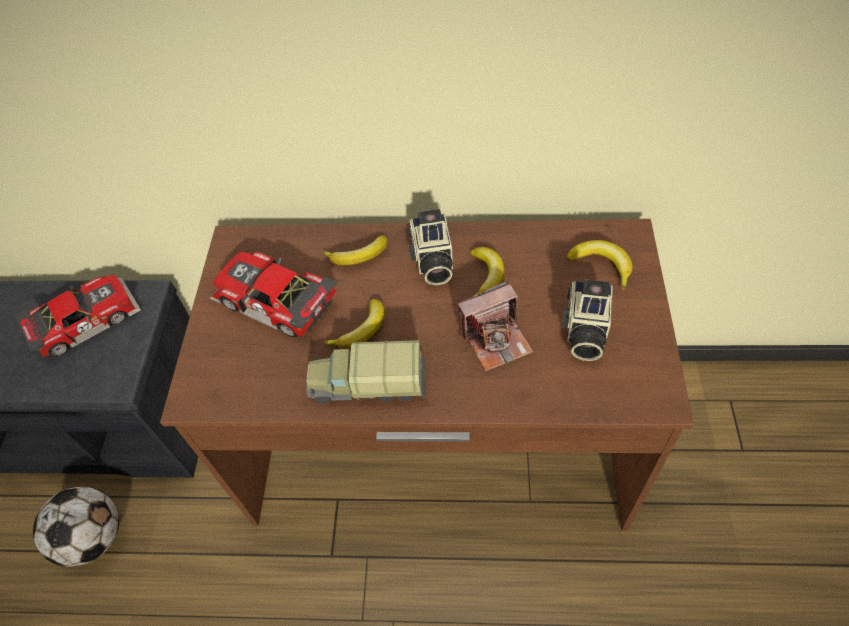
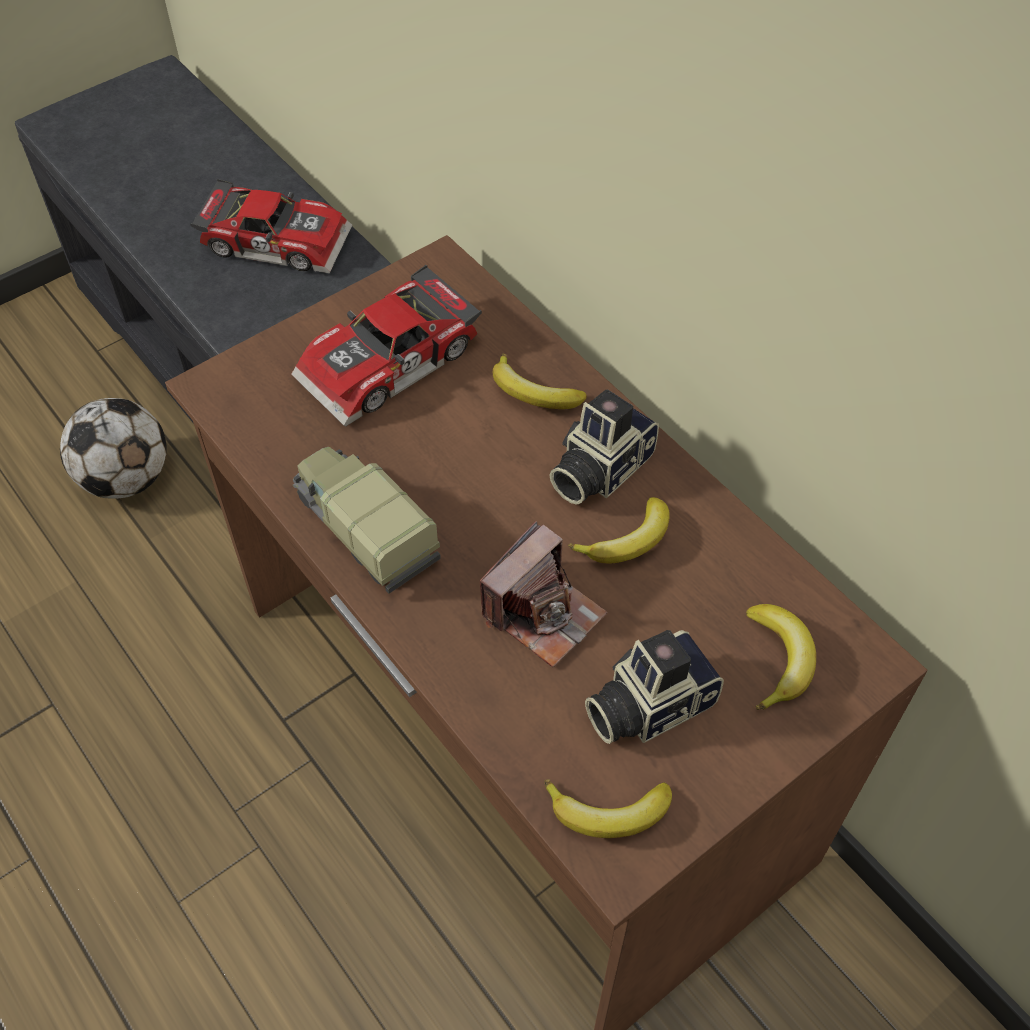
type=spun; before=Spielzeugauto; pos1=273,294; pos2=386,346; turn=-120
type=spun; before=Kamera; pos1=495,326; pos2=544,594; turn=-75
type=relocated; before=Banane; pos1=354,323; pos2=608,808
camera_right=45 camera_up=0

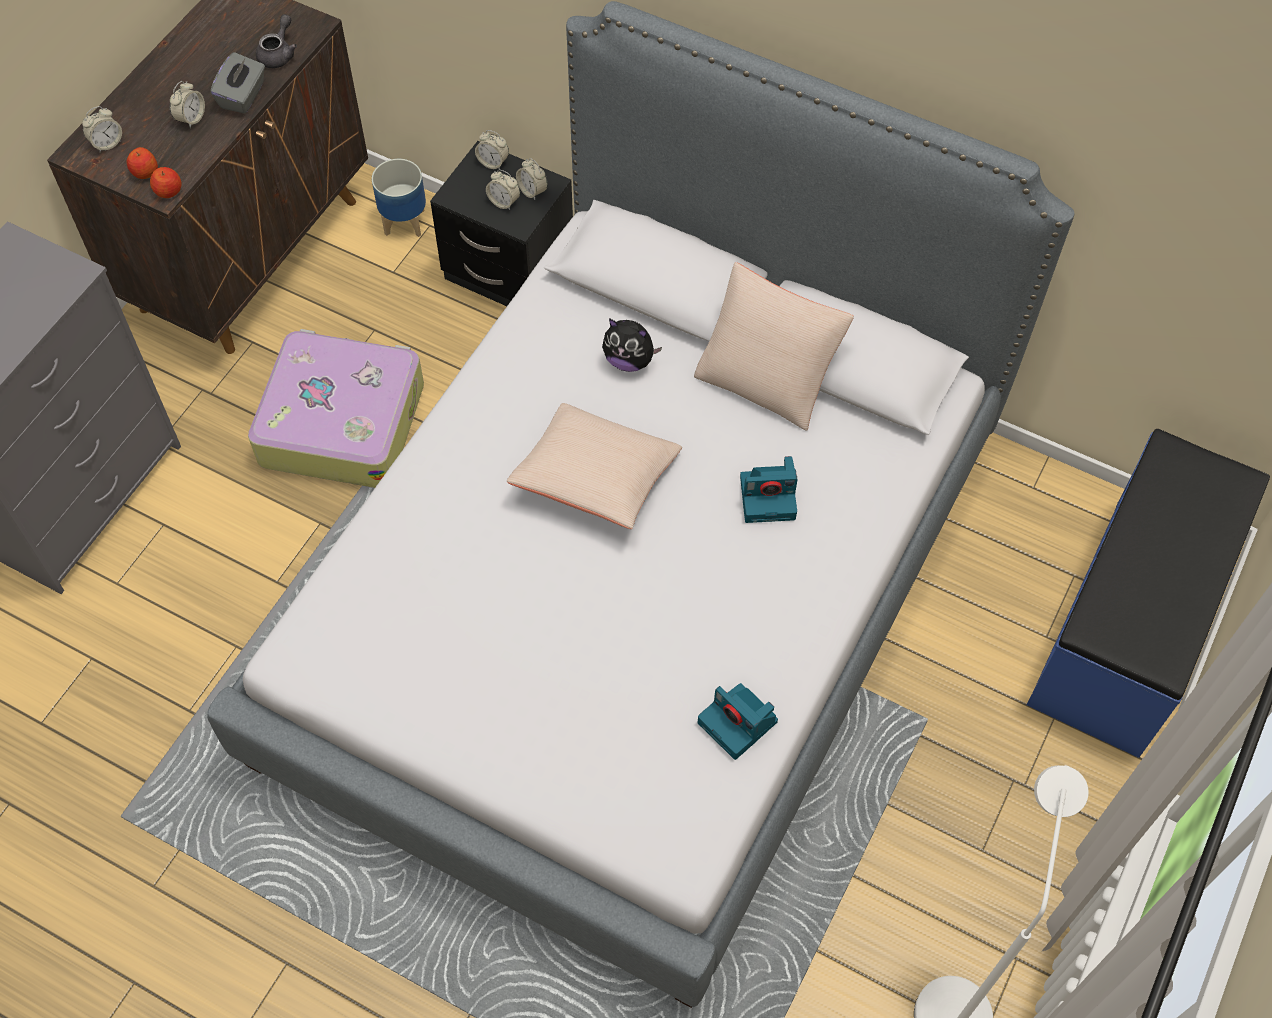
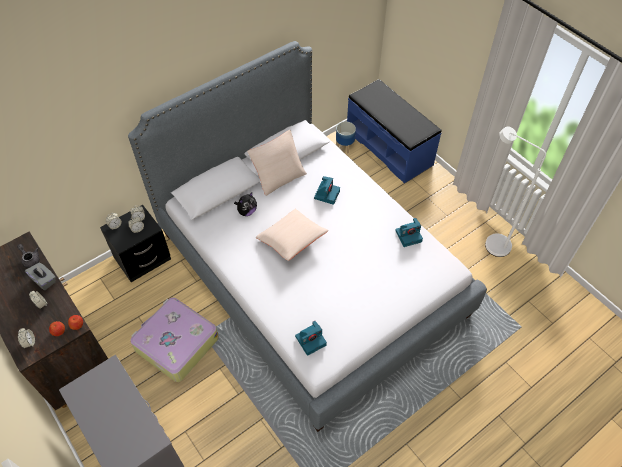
type=relocated; before=Pflanzkübel; pos1=399,198; pos2=346,137
type=appeared; after=Kamera; pos2=311,338
camera_right=-65 camera_up=-5

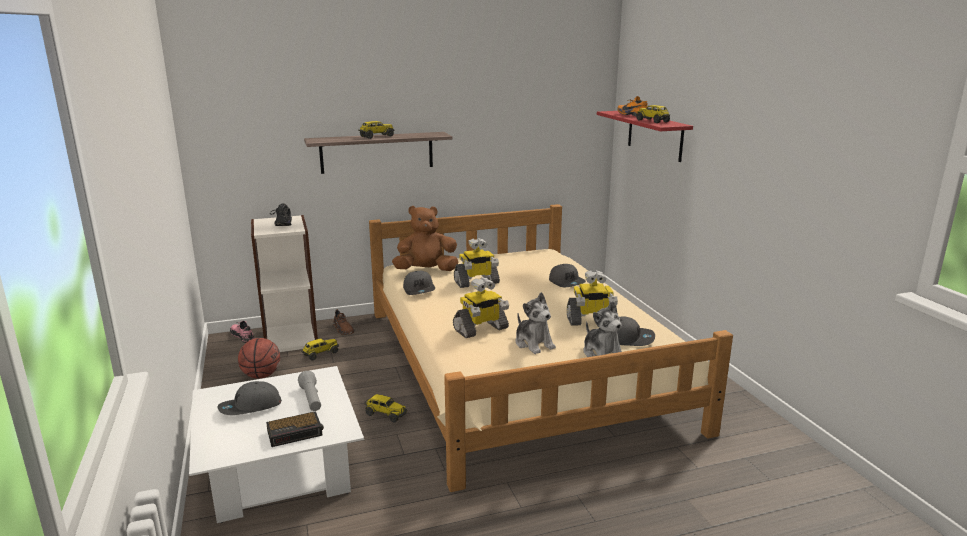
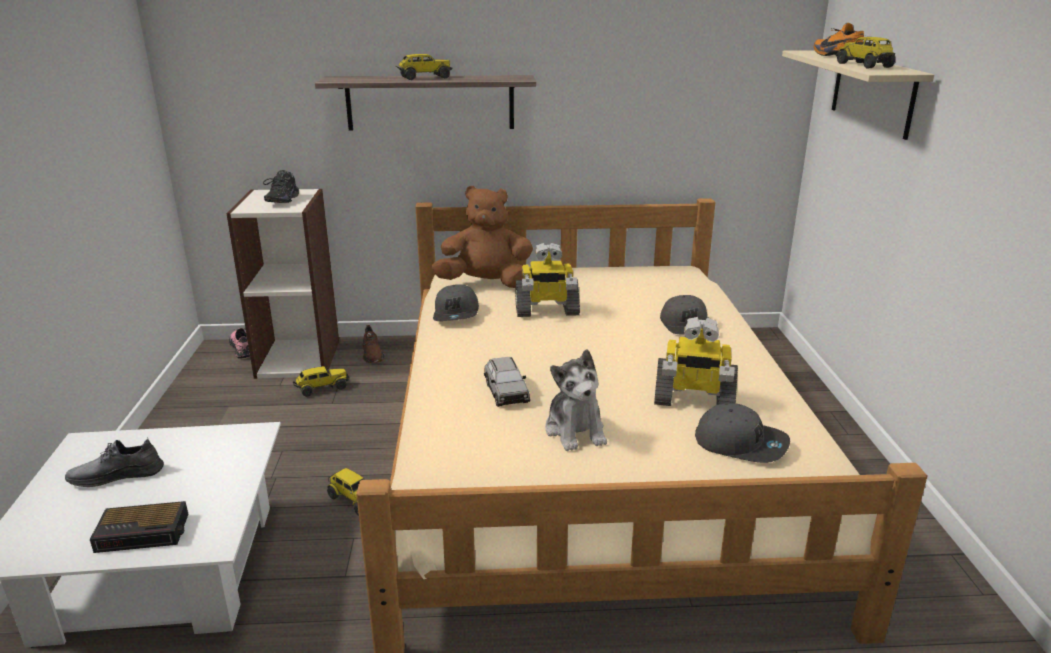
type=colour; before=Wandregal/rot; after=Wandregal/beige; pos1=645,136; pos2=858,95
type=exchanged; before=Spielzeugroboter; after=Spielzeugauto/grau; pos1=481,307; pos2=507,382
type=missing; before=Plüschtier; pos1=602,329
type=missing; before=Basketball; pos1=259,358
type=missing; before=Taschenlampe/grau; pos1=309,391
type=exchanged; before=Kappe/grau; after=Schuh/grau; pos1=250,398; pos2=114,462
camera_right=15 camera_up=5

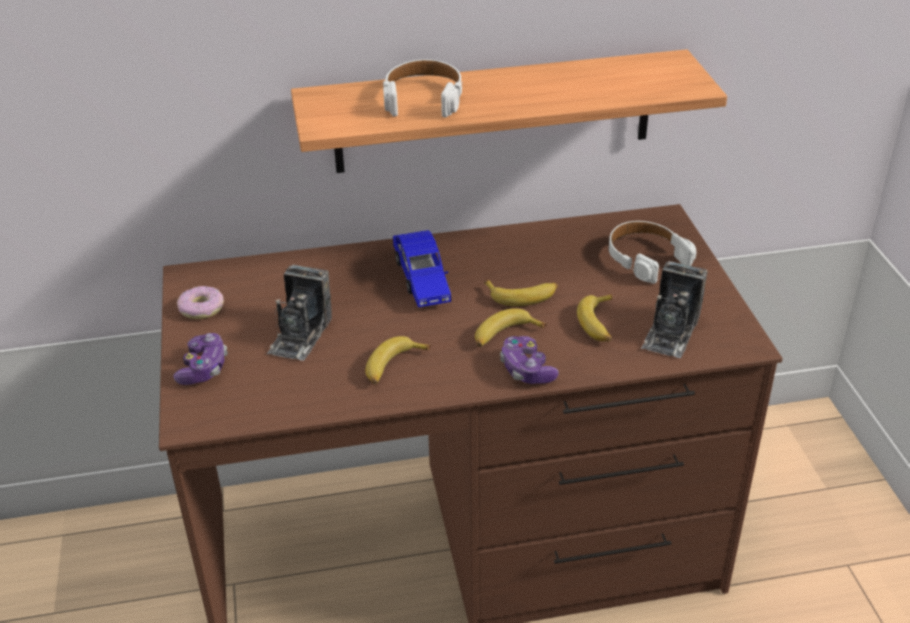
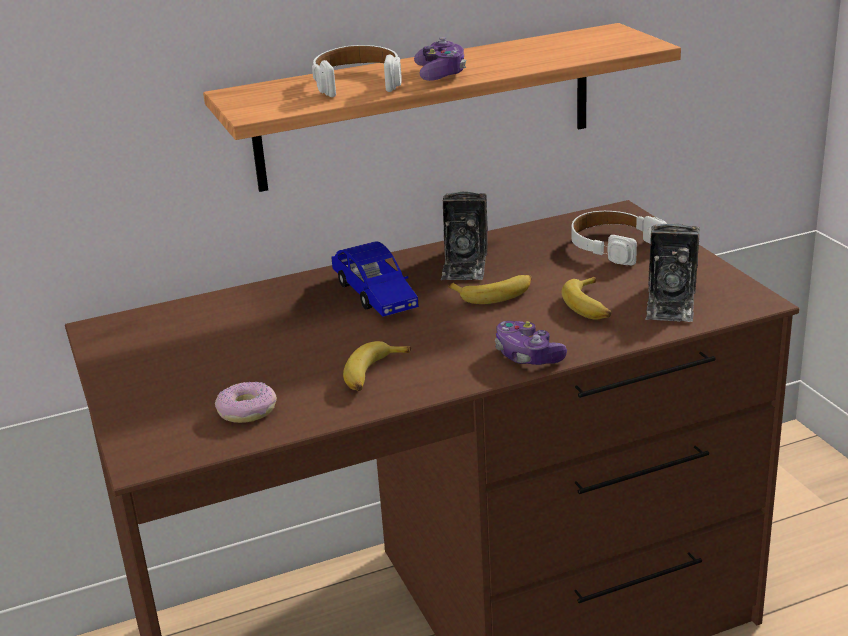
type=relocated; before=Kamera; pos1=299,313; pos2=464,236
type=relocated; before=Donut; pos1=200,302; pos2=246,402
type=missing; before=Banane; pos1=511,327
type=relocated; before=Gamepad; pos1=200,359; pos2=440,59
camera_right=-10 camera_up=-10

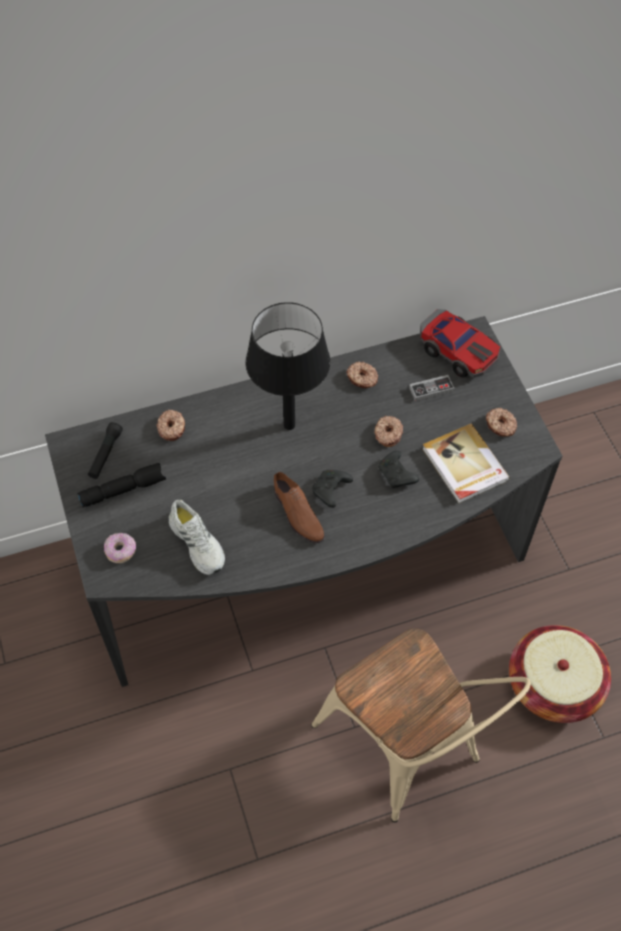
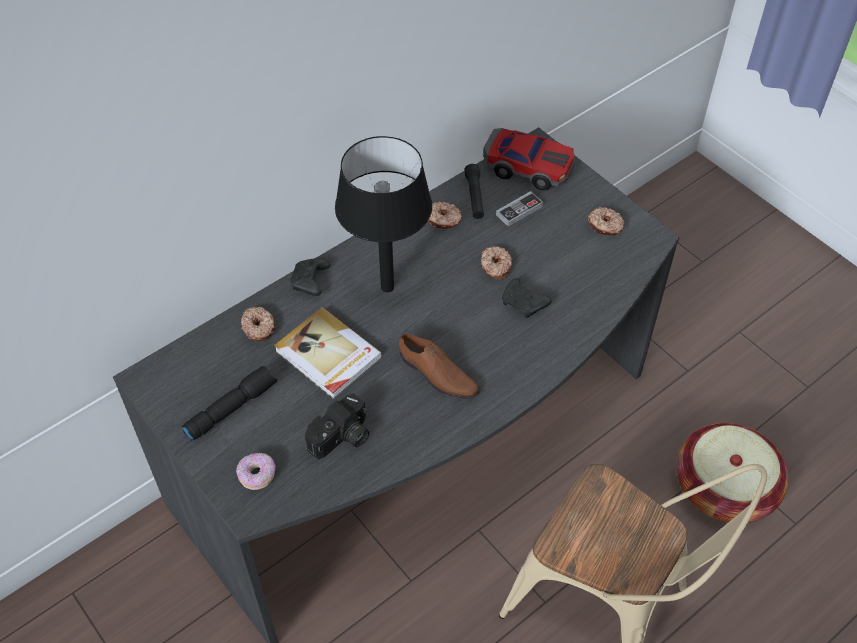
type=relocated; before=Taschenlampe/schwarz; pos1=105,450; pos2=474,191
type=relocated; before=Buch; pos1=466,464; pos2=328,353
type=relocated; before=Gamepad/schwarz; pos1=332,489; pos2=310,277
type=exchanged; before=Schuh/weiß; after=Kamera; pos1=196,537; pos2=337,426
camera_right=-20 camera_up=-5

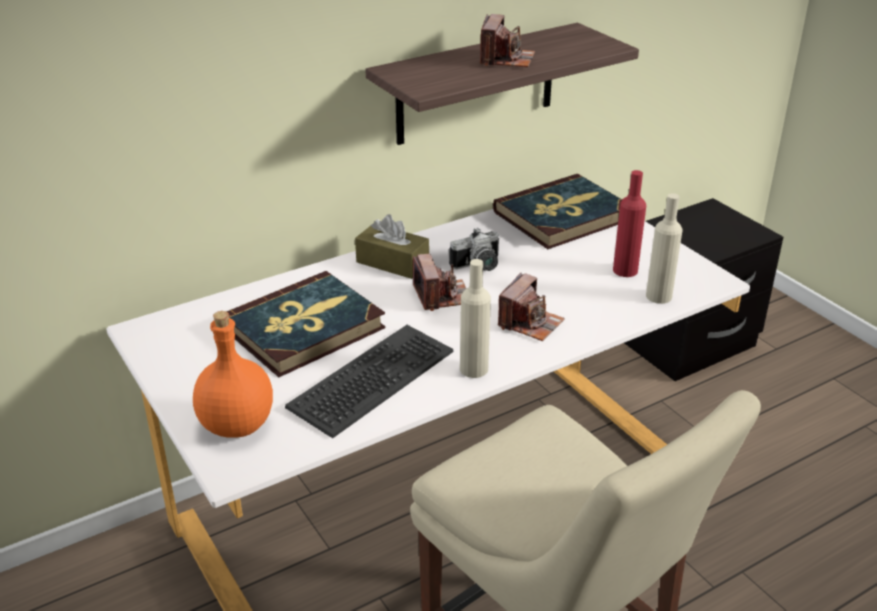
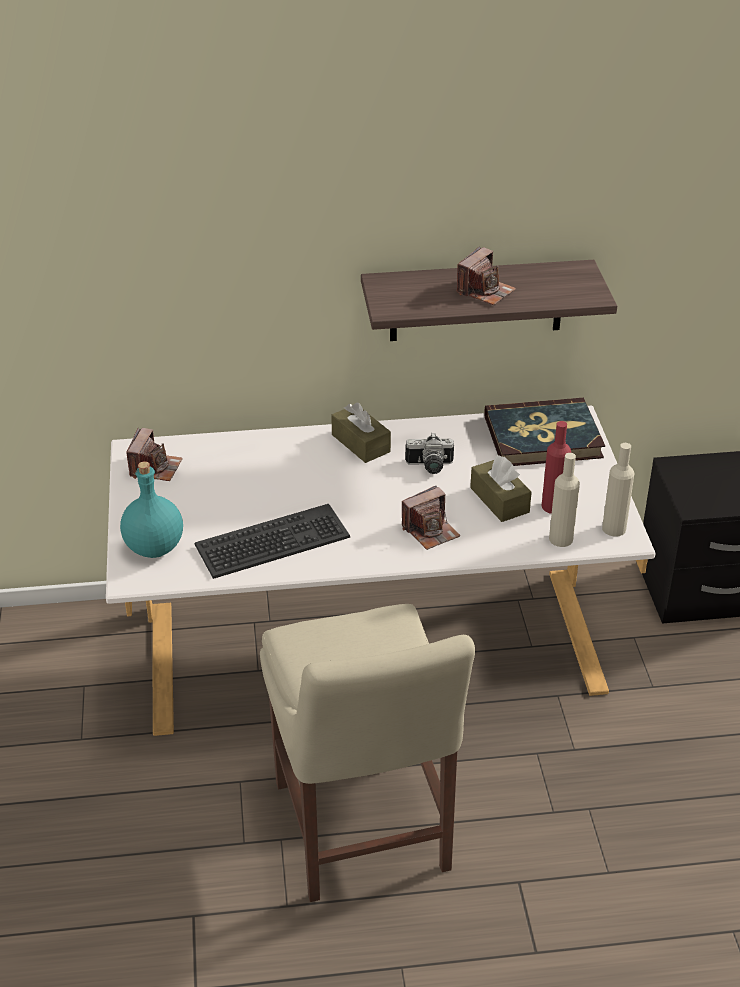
type=relocated; before=Kamera; pos1=440,282; pos2=154,454
type=relocated; before=Flasche/beige; pos1=475,318; pos2=618,490
type=missing; before=Buch; pos1=306,324
type=colour; before=Flasche/orange; after=Flasche/türkis; pos1=233,374; pos2=151,509
type=appeared; after=Taschentuchbox/braun; pos2=501,488
camera_right=25 camera_up=5

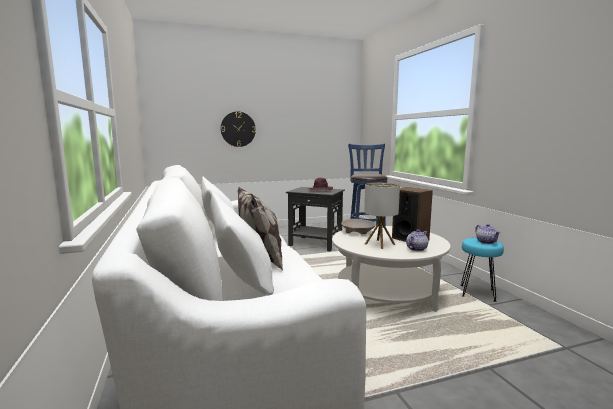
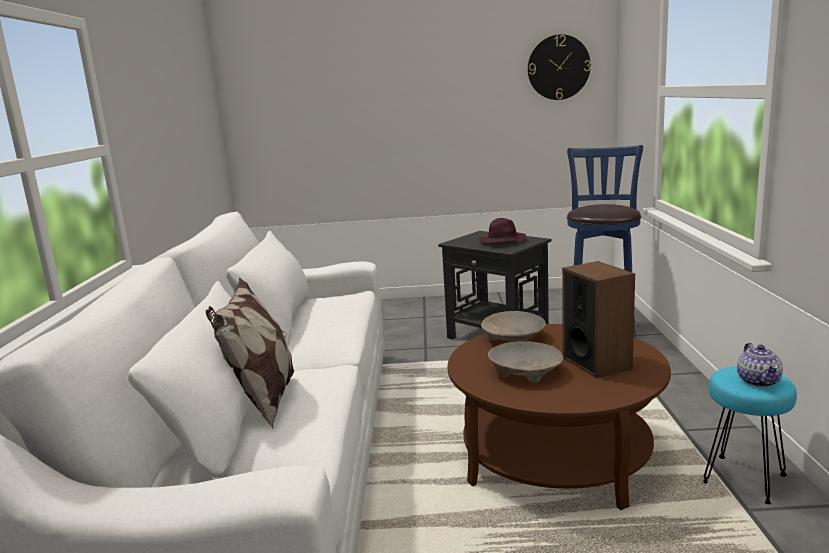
type=relocated; before=Wanduhr; pos1=238,129; pos2=559,67
type=exchanged; before=Tischlampe; after=Schüssel/beige; pos1=382,216; pos2=525,362
type=colour; before=Couchtisch/weiß; after=Couchtisch/braun; pos1=391,269; pos2=559,417
type=missing; before=Teekanne; pos1=417,240
camera_right=20 camera_up=5

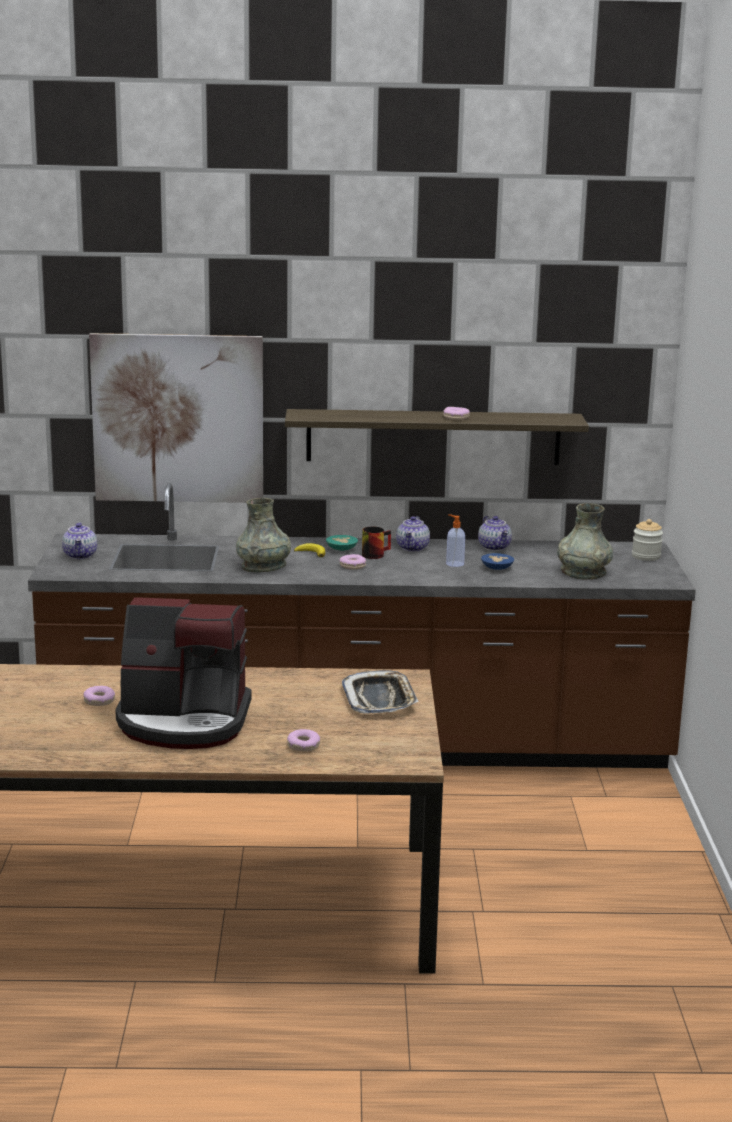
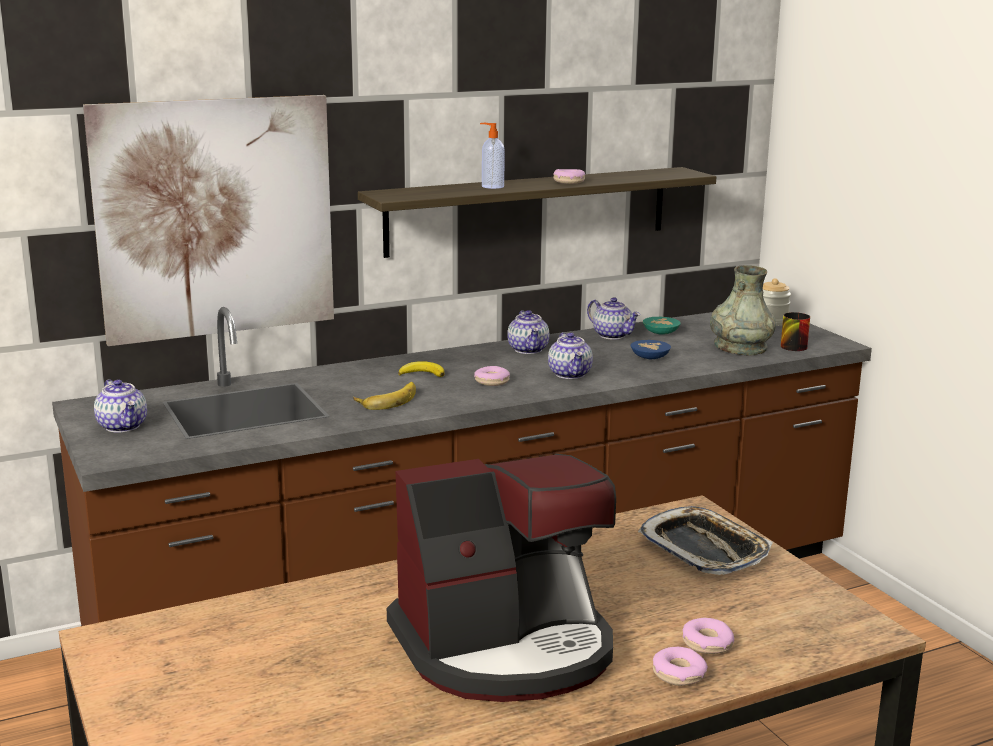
type=exchanged; before=Vase/grau; after=Banane; pos1=263,535; pos2=385,396
type=relocated; before=Seifenspender; pos1=455,540; pos2=492,156
type=relocated; before=Henkelbecher; pos1=376,543; pos2=795,331
type=relocated; before=Schüssel/türkis; pos1=342,543; pos2=662,326
type=relocated; before=Donut; pos1=99,696; pos2=680,666
type=appeared; after=Teekanne; pos2=570,355
camera_right=-25 camera_up=0

